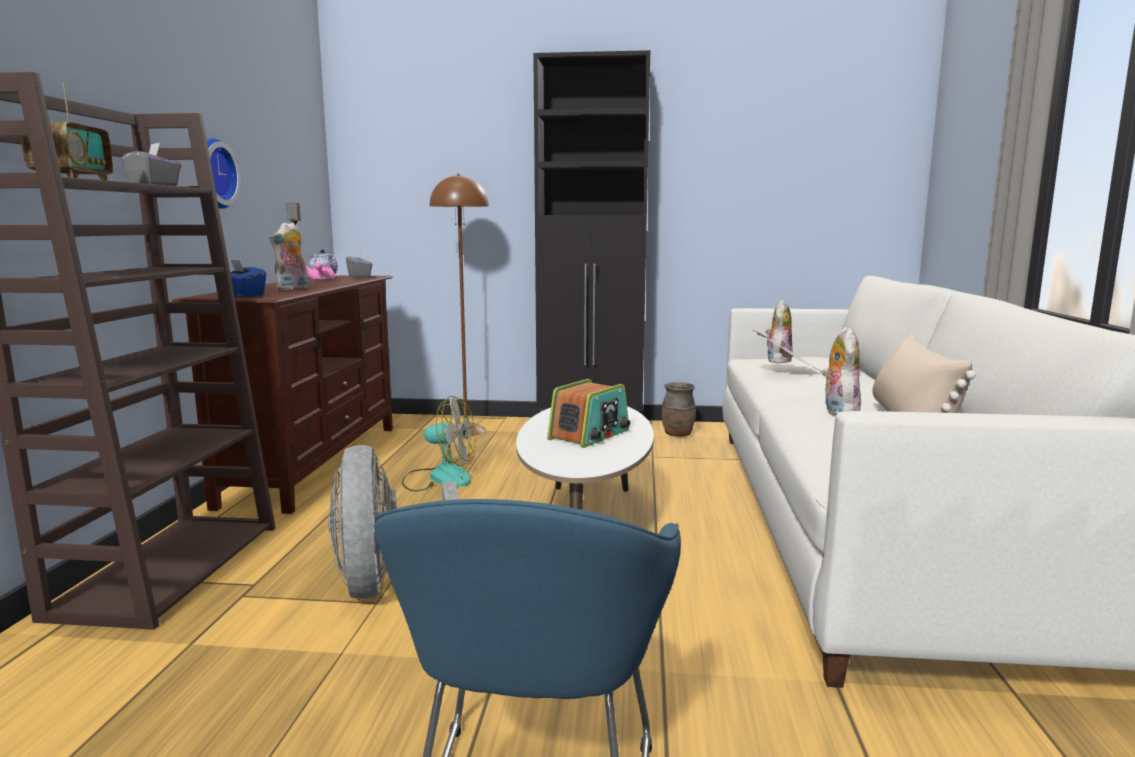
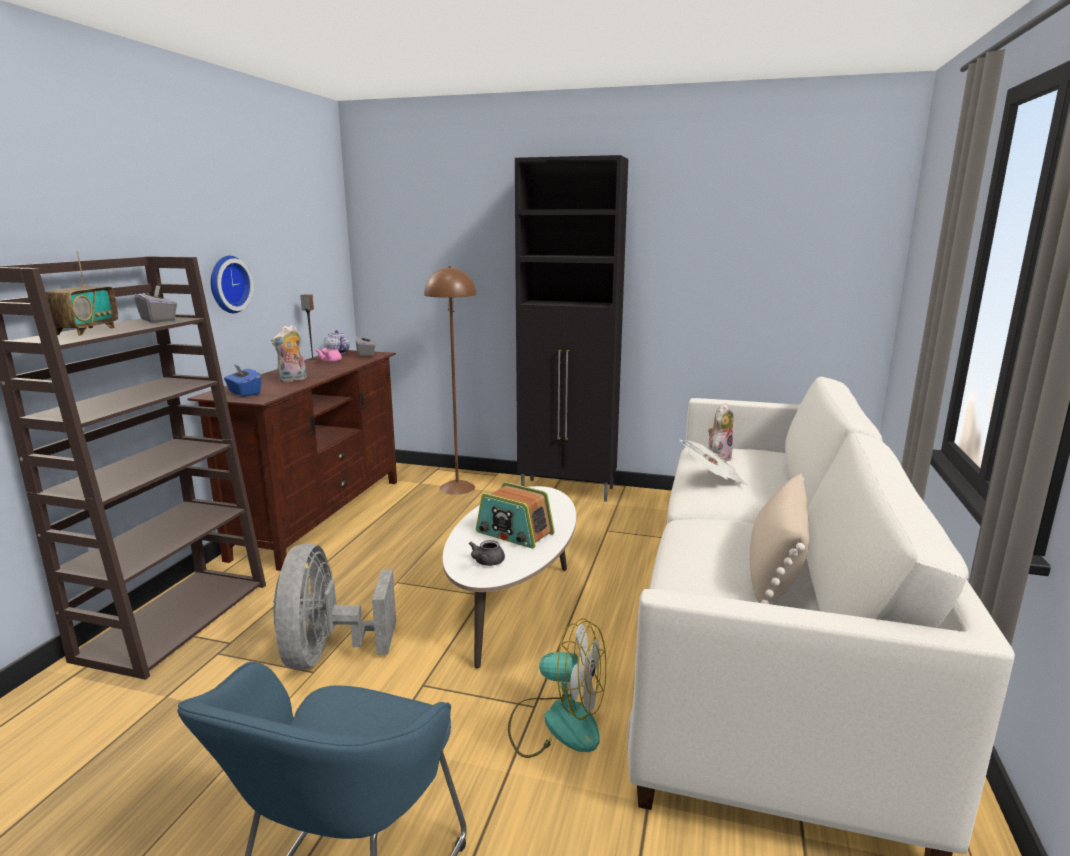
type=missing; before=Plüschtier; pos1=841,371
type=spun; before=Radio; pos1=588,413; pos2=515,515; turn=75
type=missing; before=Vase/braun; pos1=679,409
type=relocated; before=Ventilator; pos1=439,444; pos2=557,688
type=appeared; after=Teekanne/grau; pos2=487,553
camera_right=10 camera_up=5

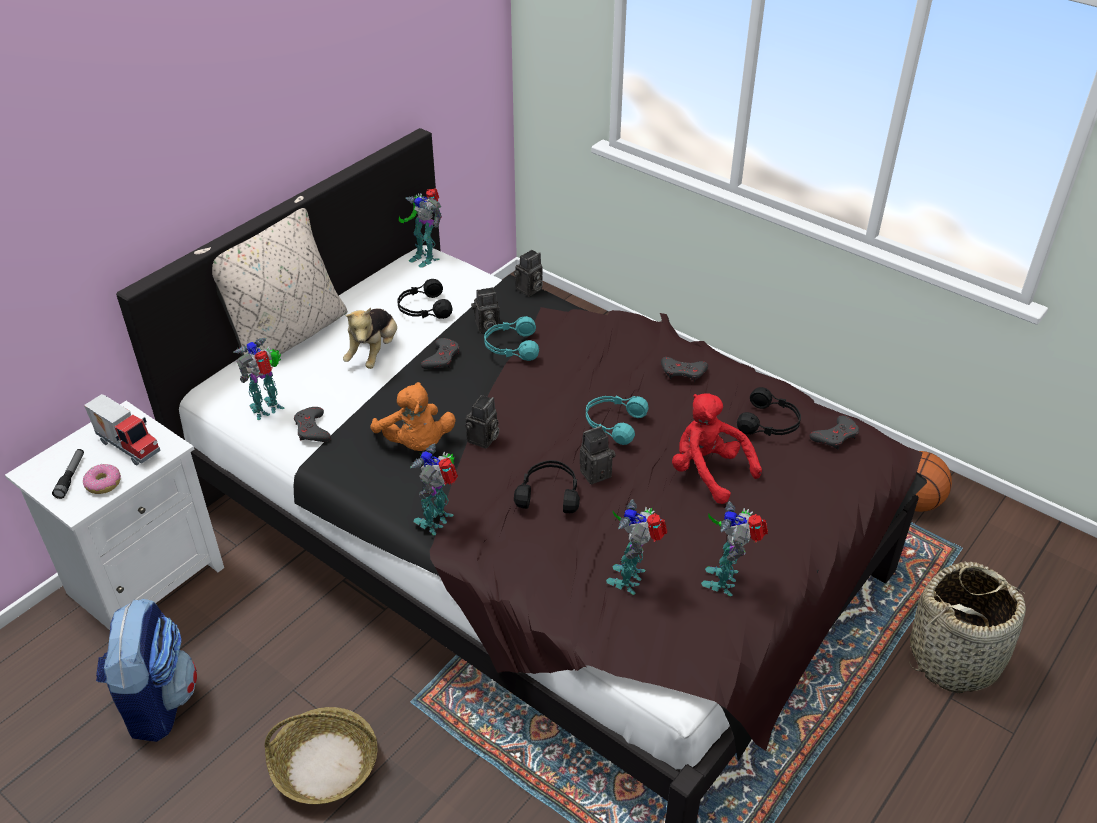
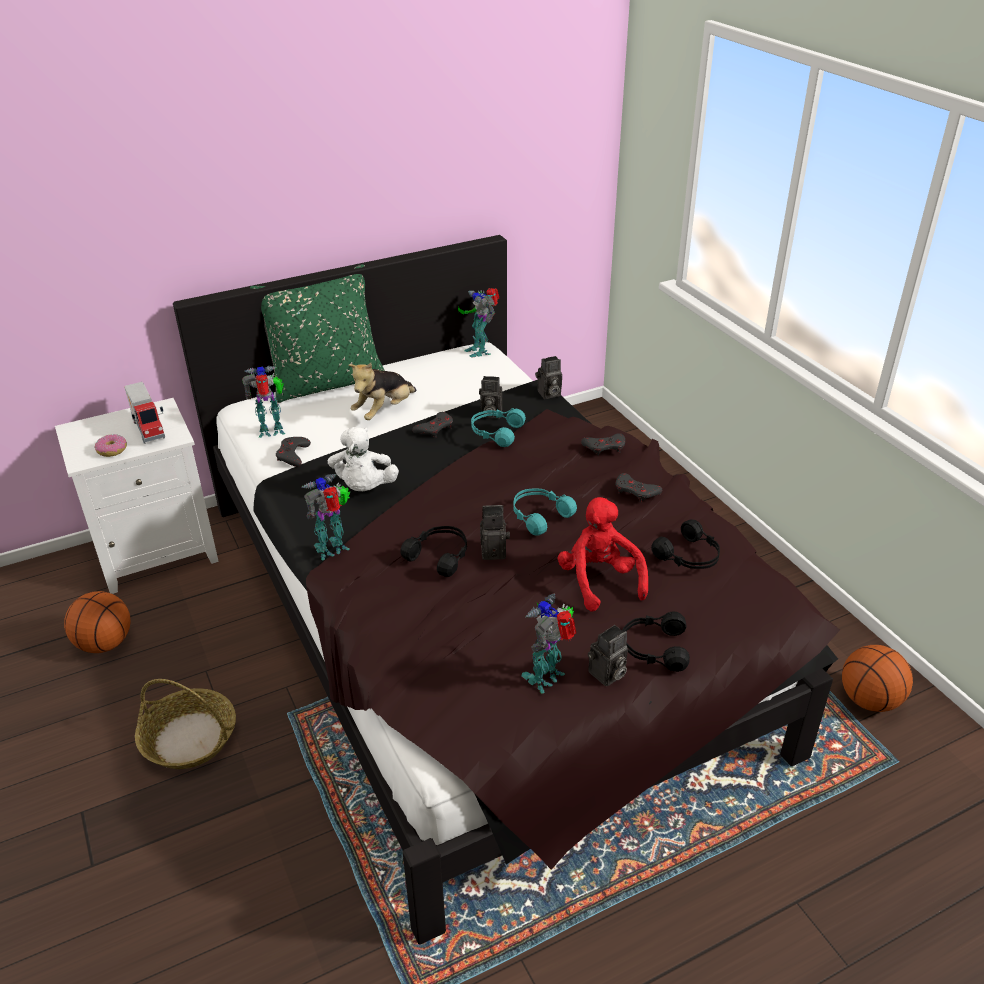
type=colour; before=Kissen/beige; after=Kissen/grün; pos1=270,285; pos2=317,333
type=relocated; before=Kopfhörer/schwarz; pos1=425,299; pos2=656,642
type=colour; before=Plüschtier/orange; after=Plüschtier/weiß; pos1=413,416; pos2=363,459
type=relocated; before=Kamera; pos1=482,422; pos2=608,655
type=relocated; before=Gamepad/grau; pos1=834,432; pos2=603,444
type=missing; before=Taschenlampe; pos1=68,474
type=missing; before=Spielzeugroboter; pos1=636,547
type=missing; before=Korb; pos1=967,627
type=exchanged; before=Rucksack; after=Basketball; pos1=146,670; pos2=97,622
camera_right=25 camera_up=-5

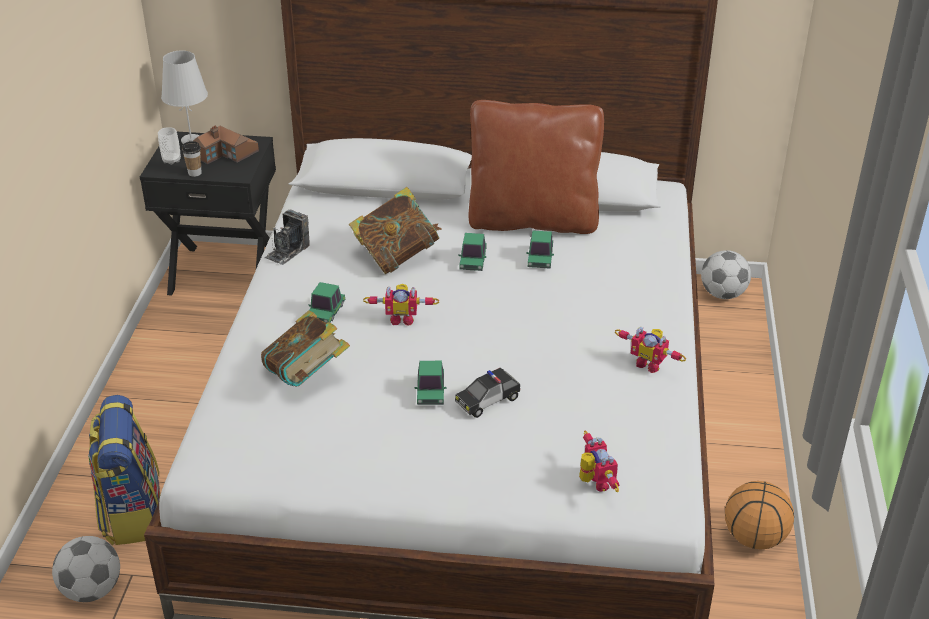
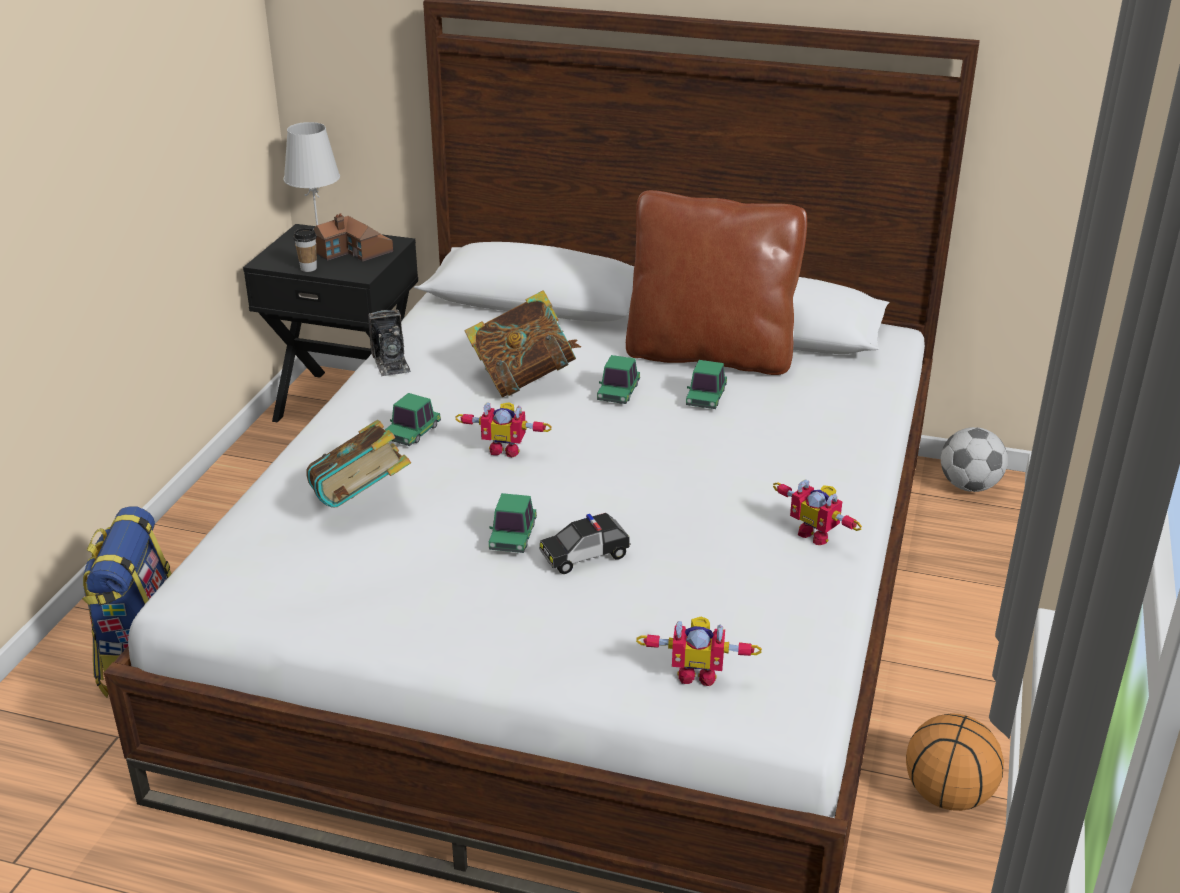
type=missing; before=Tasse; pos1=169,146
type=spun; before=Kamera; pos1=287,237; pos2=389,342; turn=-60
type=spun; before=Spielzeugroboter; pos1=599,461; pos2=699,651; turn=105
type=missing; before=Fußball; pos1=86,569
camera_right=10 camera_up=-5

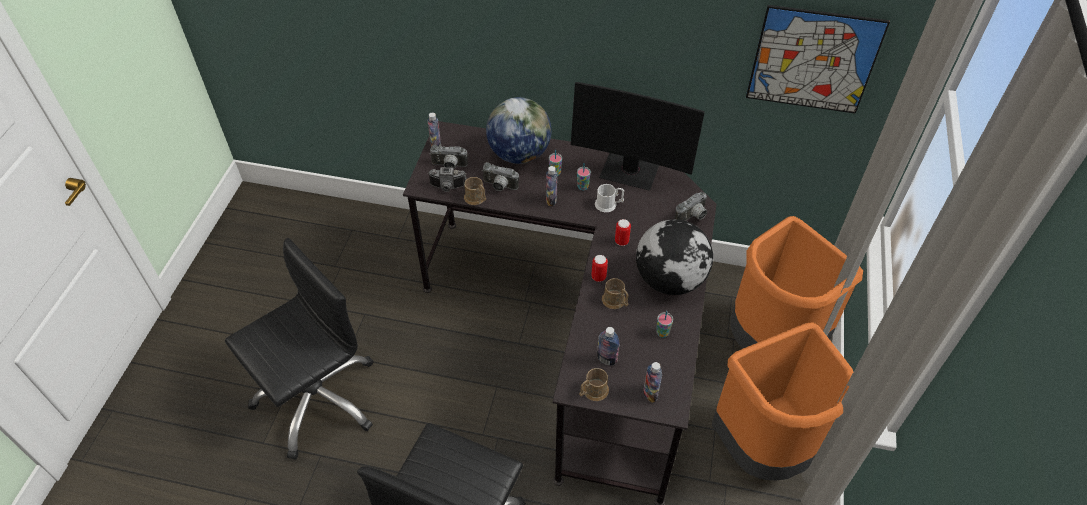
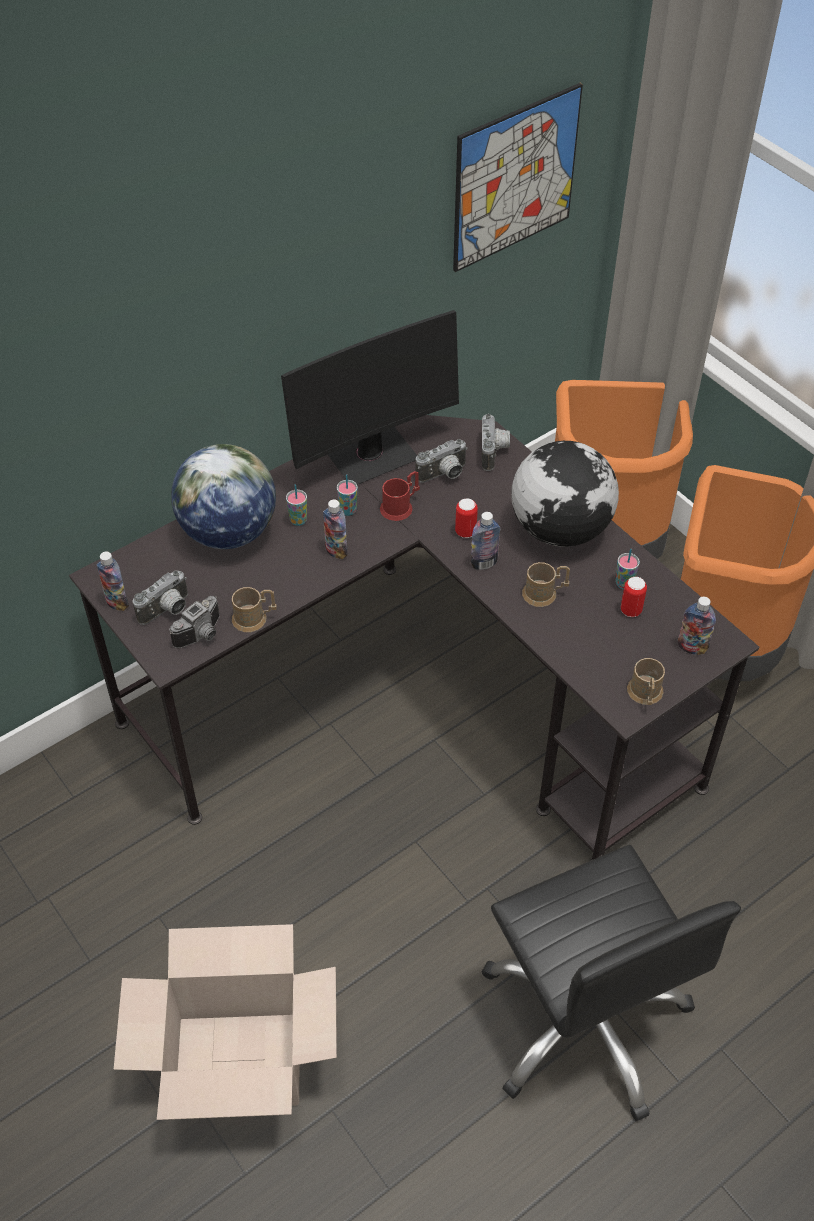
type=relocated; before=Kamera; pos1=500,176; pos2=441,461
type=colour; before=Henkelbecher/weiß; after=Henkelbecher/rot; pos1=609,198; pos2=400,496
type=exchanged; before=Bürostuhl/schwarz; after=Karton; pos1=299,349; pos2=225,1022
type=relocated; before=Dose; pos1=599,268; pos2=634,597
type=relocated; before=Flasche; pos1=608,346; pos2=485,541
camera_right=-50 camera_up=0

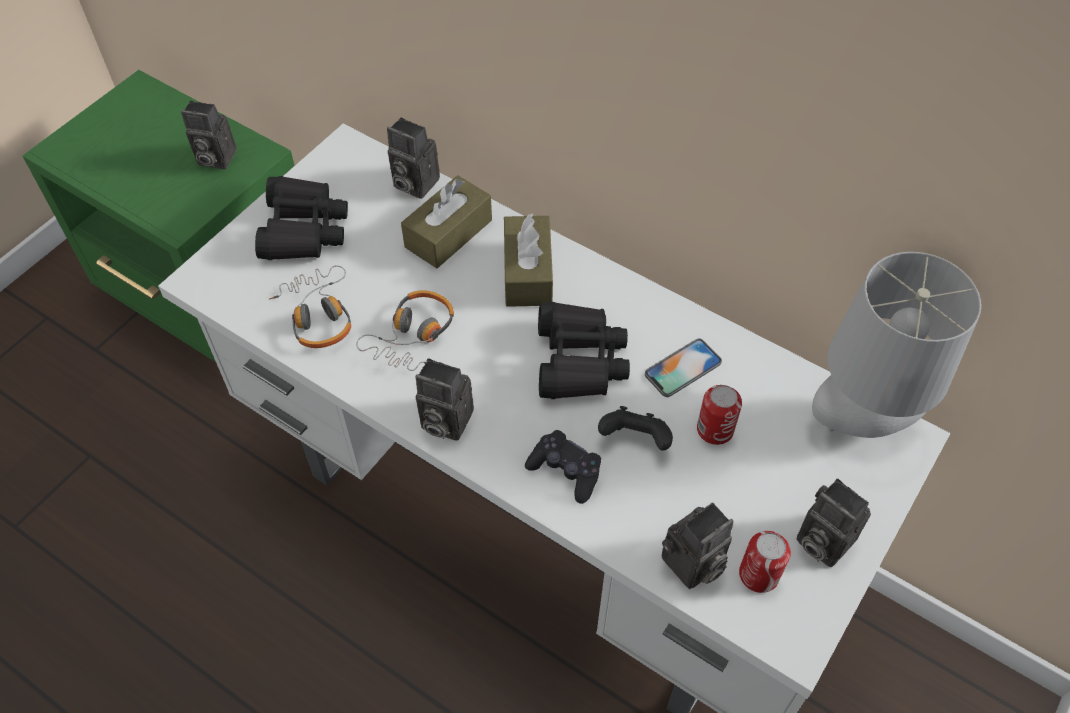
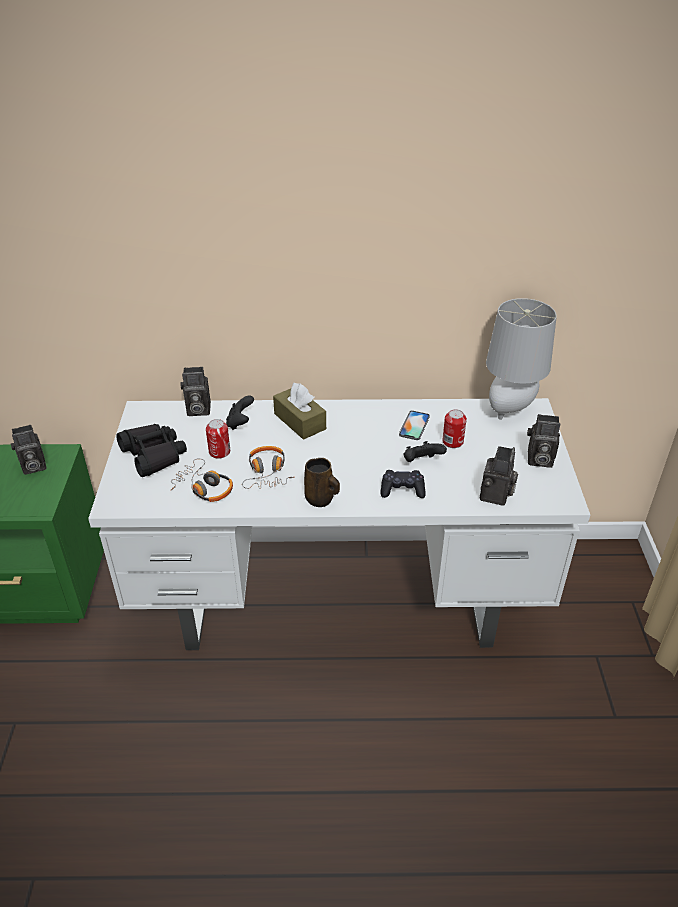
type=exchanged; before=Taschentuchbox/braun; after=Gamepad/schwarz; pos1=446,221; pos2=240,412
type=missing; before=Fernglas/schwarz; pos1=584,350
type=exchanged; before=Kamera; after=Henkelbecher/braun; pos1=445,399; pos2=322,482
type=relocated; before=Dose; pos1=765,562; pos2=218,439
camera_right=-35 camera_up=-15

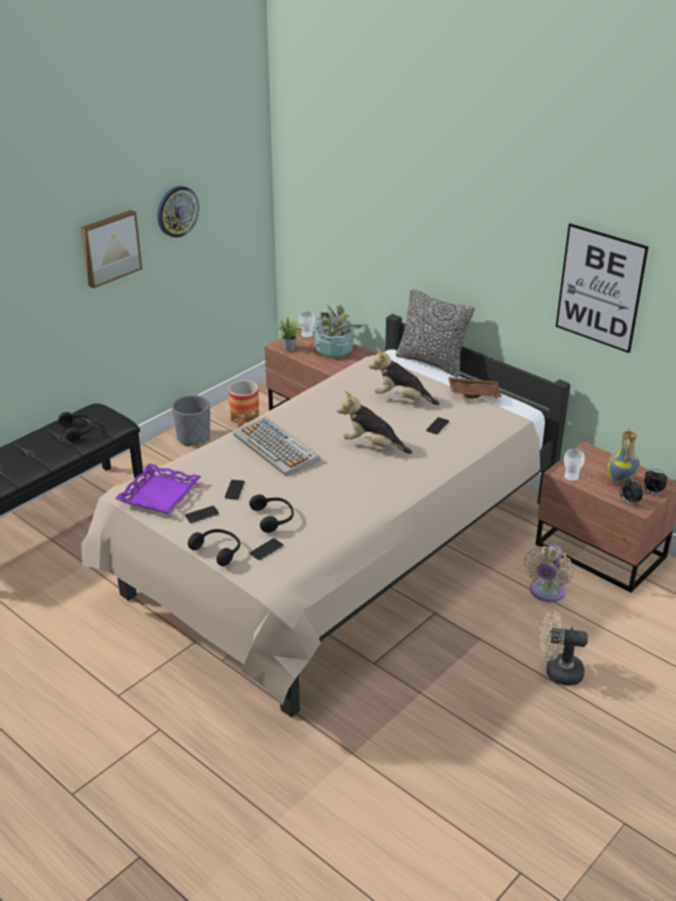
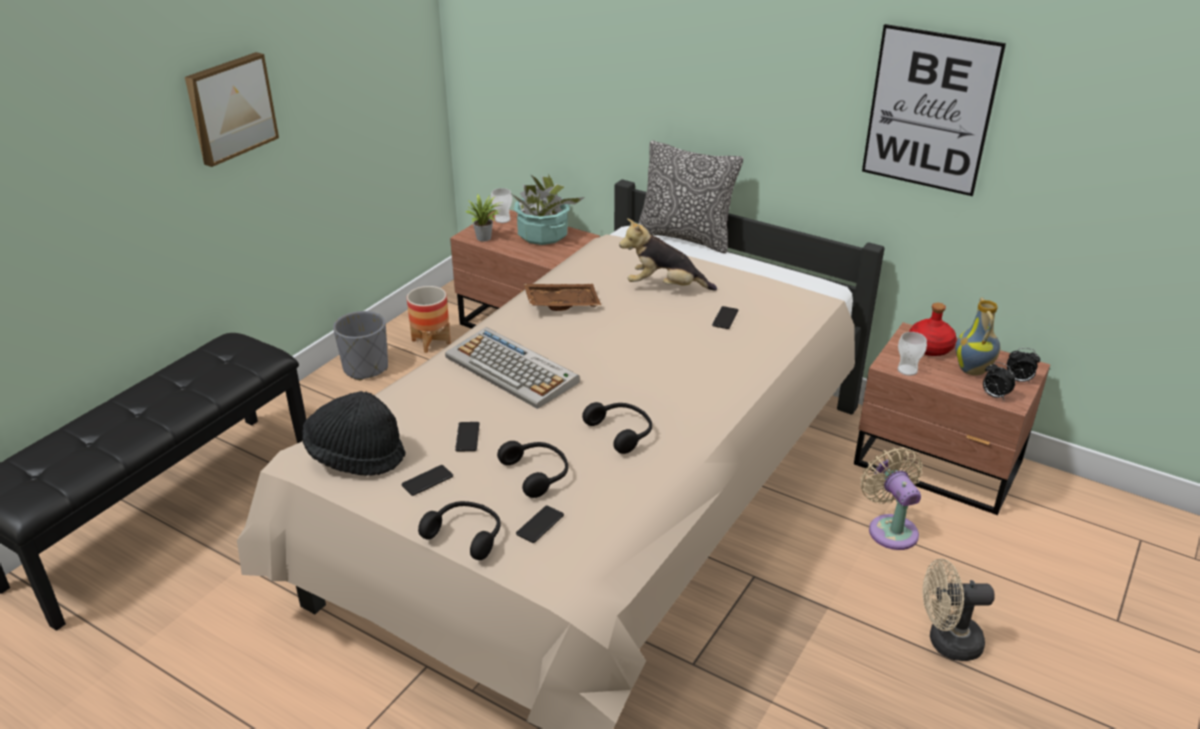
type=missing; before=Wanduhr; pos1=178,212
type=relocated; before=Tablett/braun; pos1=475,387; pos2=563,297
type=missing; before=Plüschtier; pos1=374,422
type=relocated; before=Kopfhörer/schwarz; pos1=76,426; pos2=617,428
type=exchanged; before=Tablett/lila; after=Hut/schwarz; pos1=158,488; pos2=354,433
type=spun; before=Ventilator/beige; pos1=548,573; pos2=891,498; turn=150
type=appeared; after=Flasche/rot; pos2=933,329
camera_right=-10 camera_up=0

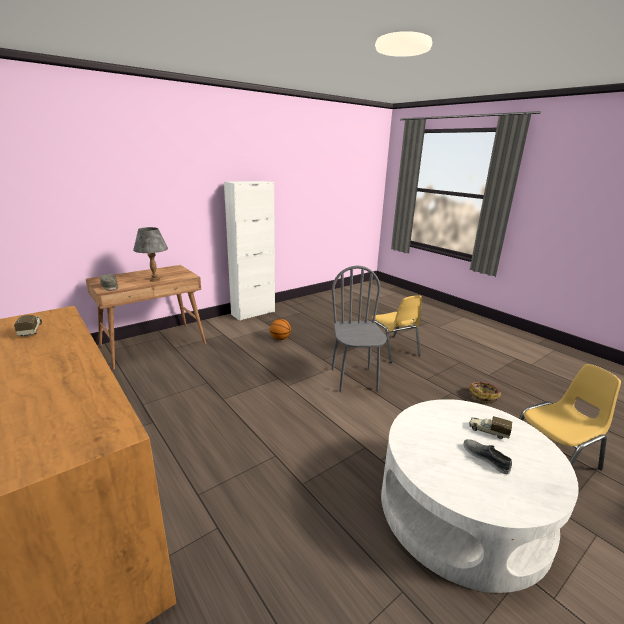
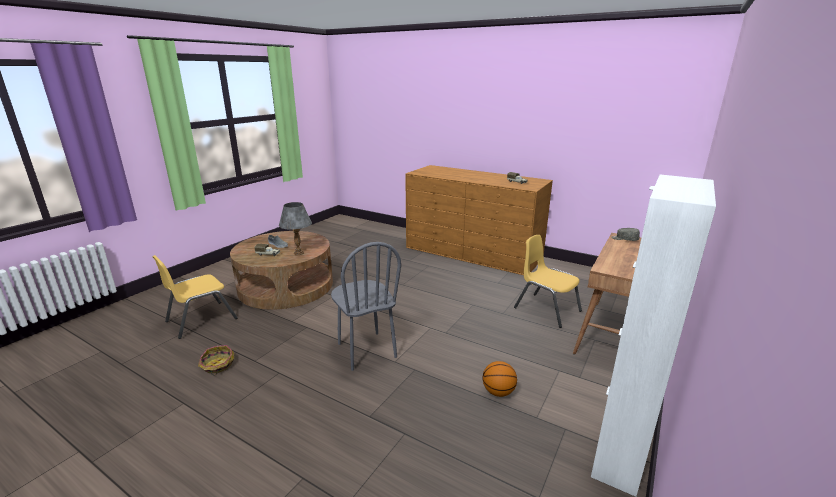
type=relocated; before=Tischlampe/grau; pos1=150,254; pos2=295,228
type=relocated; before=Stuhl/gelb; pos1=396,329; pos2=548,281
type=colour; before=Couchtisch/weiß; after=Couchtisch/braun; pos1=480,496; pos2=281,270
camera_right=160 camera_up=0

